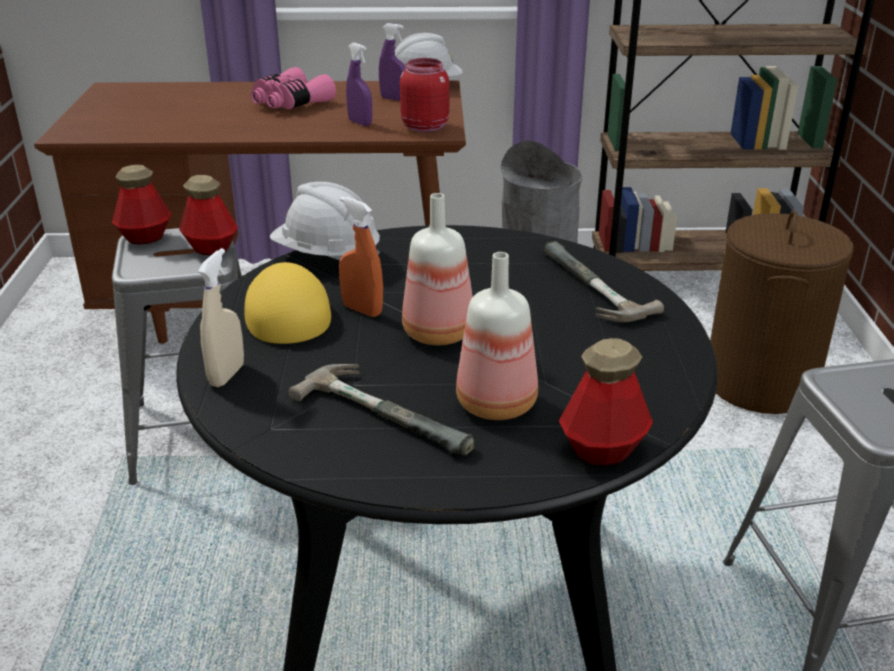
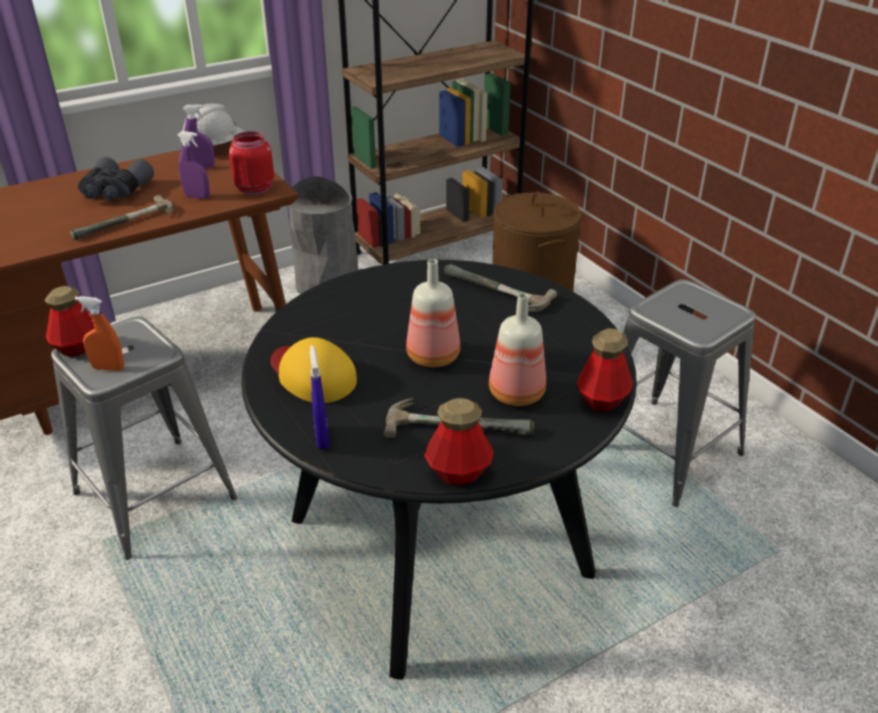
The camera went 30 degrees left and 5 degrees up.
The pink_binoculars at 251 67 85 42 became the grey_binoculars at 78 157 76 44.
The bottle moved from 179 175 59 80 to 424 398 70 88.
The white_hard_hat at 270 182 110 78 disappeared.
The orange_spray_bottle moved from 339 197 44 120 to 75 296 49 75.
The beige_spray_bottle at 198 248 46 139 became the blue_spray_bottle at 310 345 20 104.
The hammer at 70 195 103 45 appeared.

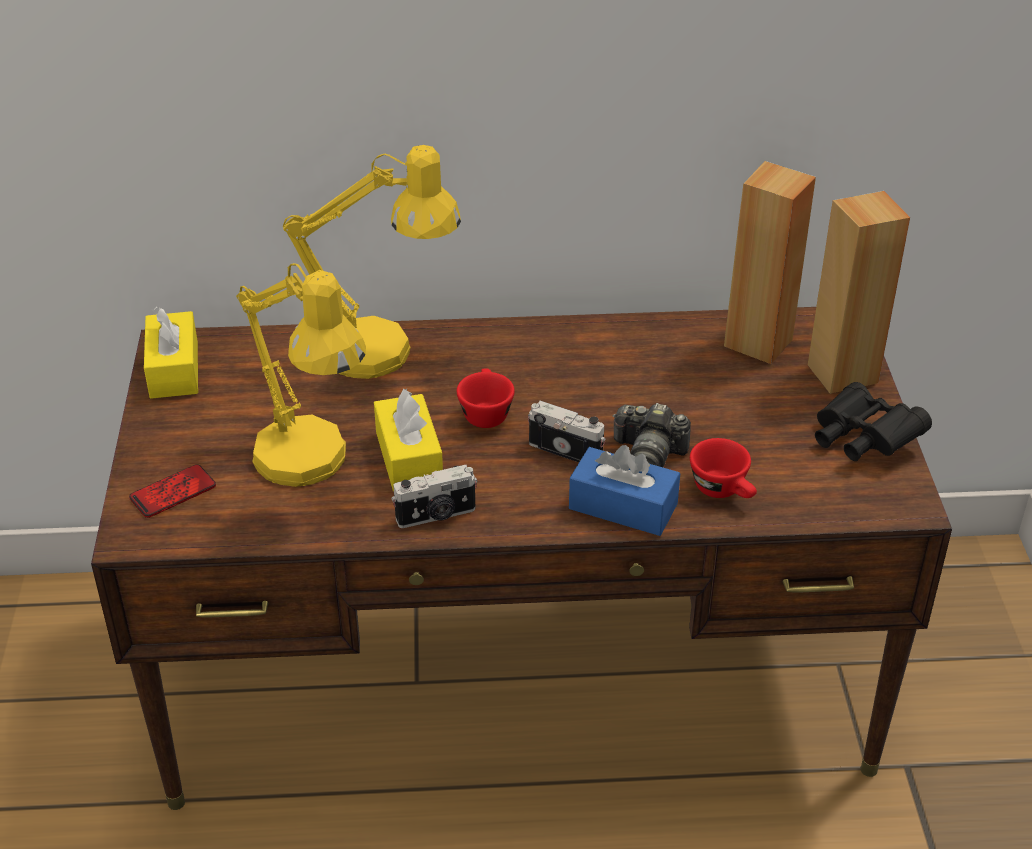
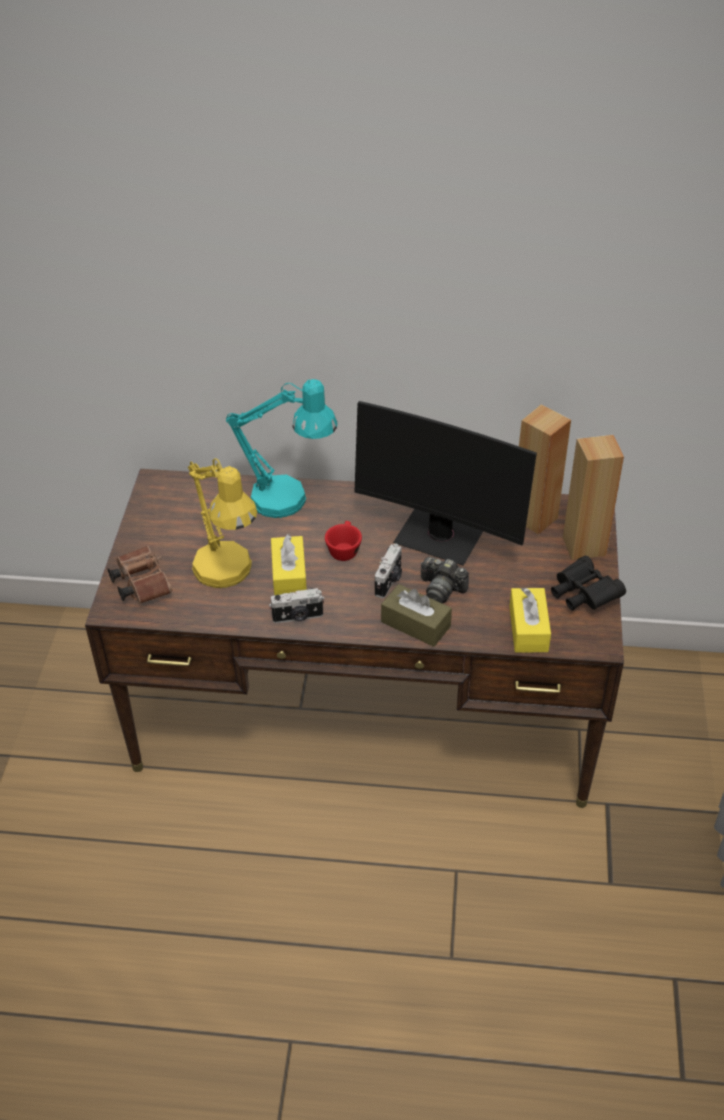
The camera went 10 degrees right and 5 degrees up.
The yellow_table_lamp at 283 145 178 234 became the turquoise_table_lamp at 226 379 111 139.
The yellow_tissue_box moved from 144 307 54 92 to 509 588 42 65.
The photo_camera at 528 401 77 61 turned 75 degrees clockwise.
The red_cup at 690 438 67 60 disappeared.
The blue_tissue_box at 569 445 111 91 became the brown_tissue_box at 381 584 71 63.
The phone at 129 464 87 54 was replaced by the brown_binoculars at 108 546 64 58.
The monitor at 354 401 183 165 appeared.

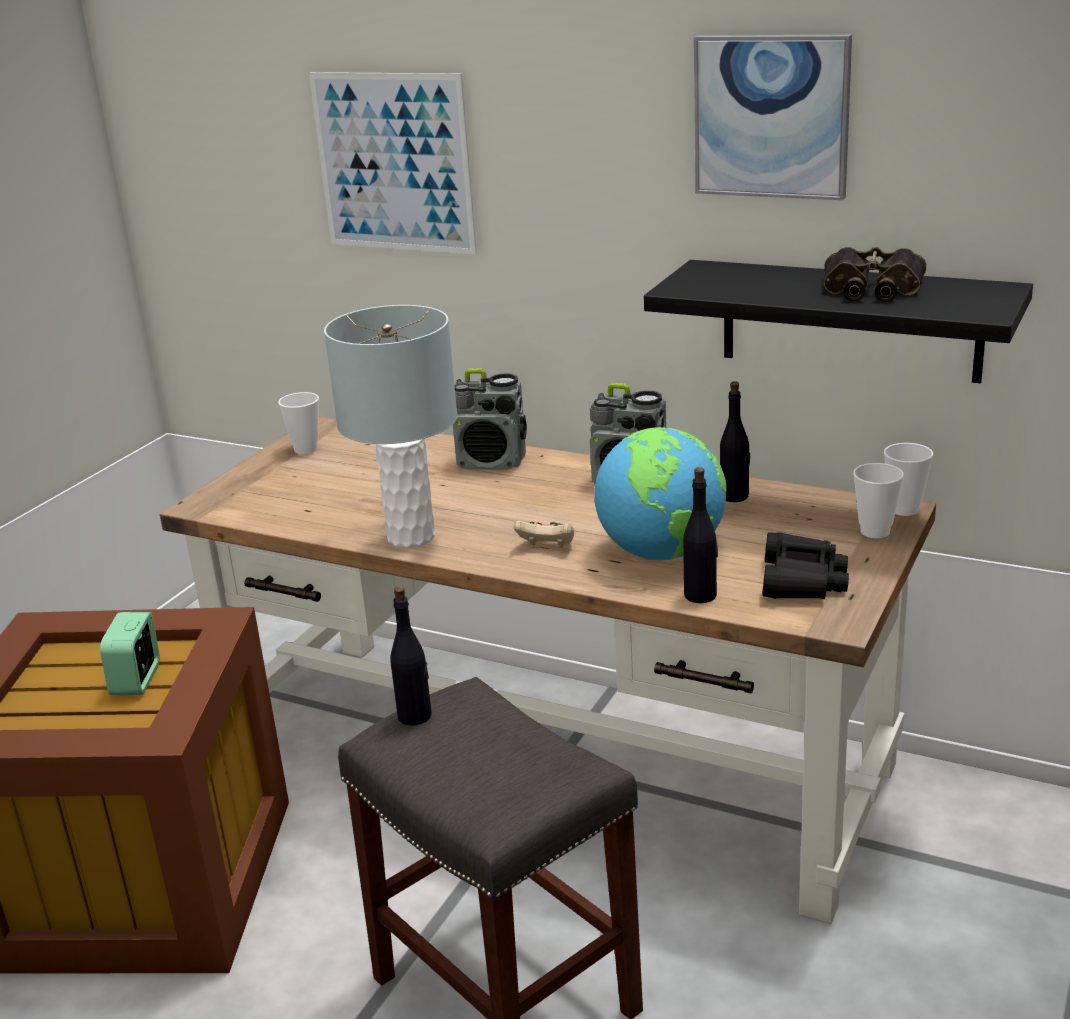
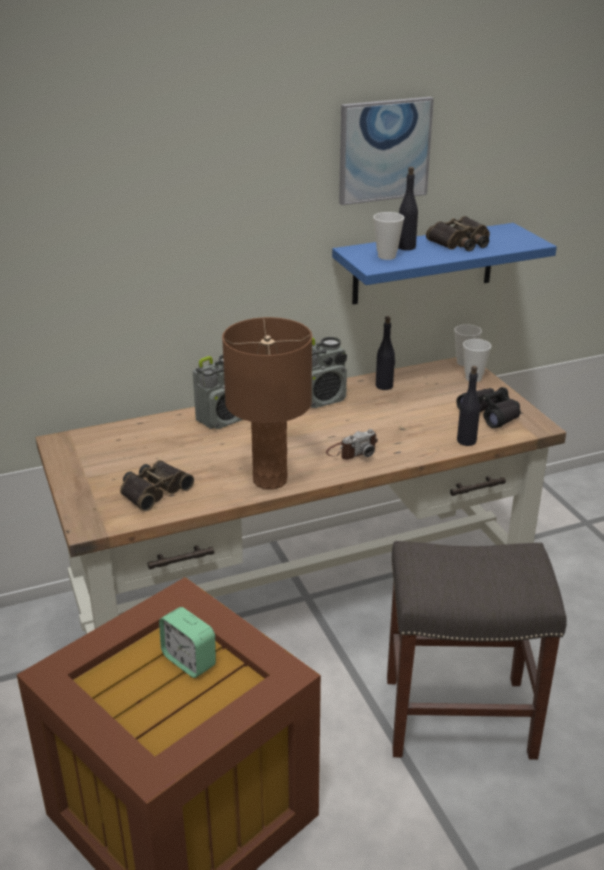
The camera went 50 degrees left and 5 degrees up.
The picture at 309 72 168 183 disappeared.
The black_shelf at 644 260 389 123 became the blue_shelf at 332 223 225 82.
The grey_table_lamp at 324 305 134 243 became the brown_table_lamp at 222 317 90 173.
The cup moved from 278 392 41 62 to 373 212 31 48.
The globe at 594 427 133 133 disappeared.
The beige_game_controller at 514 521 60 26 was replaced by the photo_camera at 326 429 52 31.
The black_bottle moved from 390 586 42 139 to 398 167 20 83.
The binoculars at 120 460 74 51 appeared.

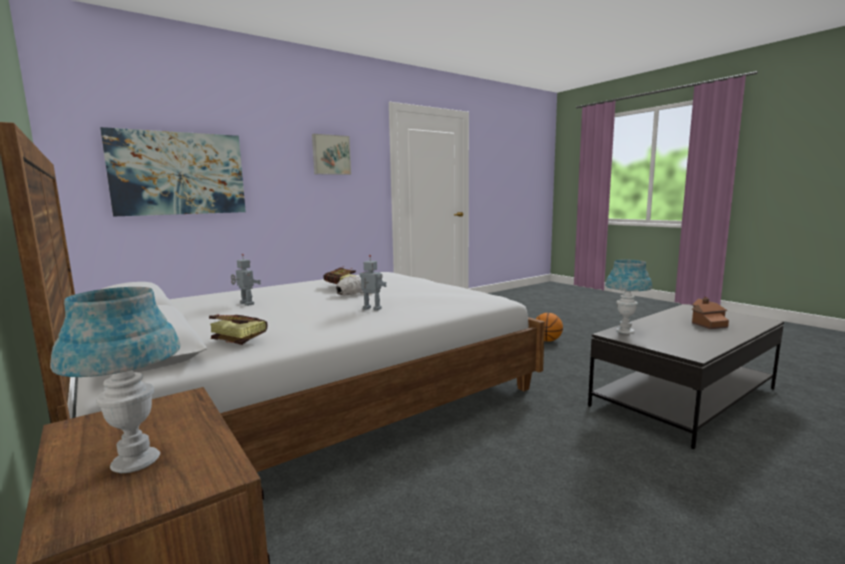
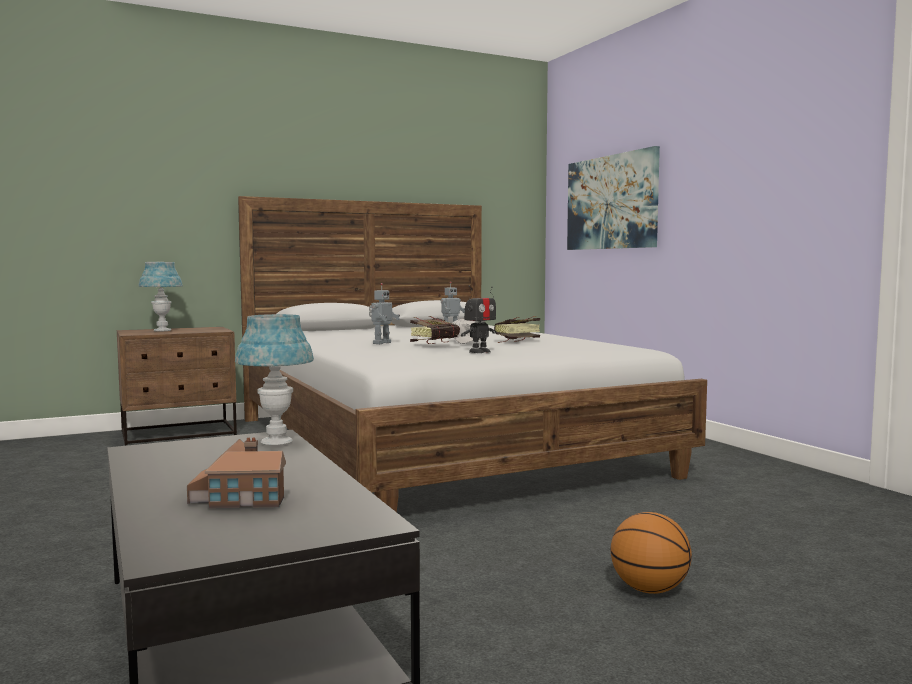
The camera went 100 degrees right and 5 degrees down.
The picture at 312 134 39 41 disappeared.
The book moved from 209 314 58 31 to 410 316 50 28.
The toy_robot at 461 286 36 67 appeared.

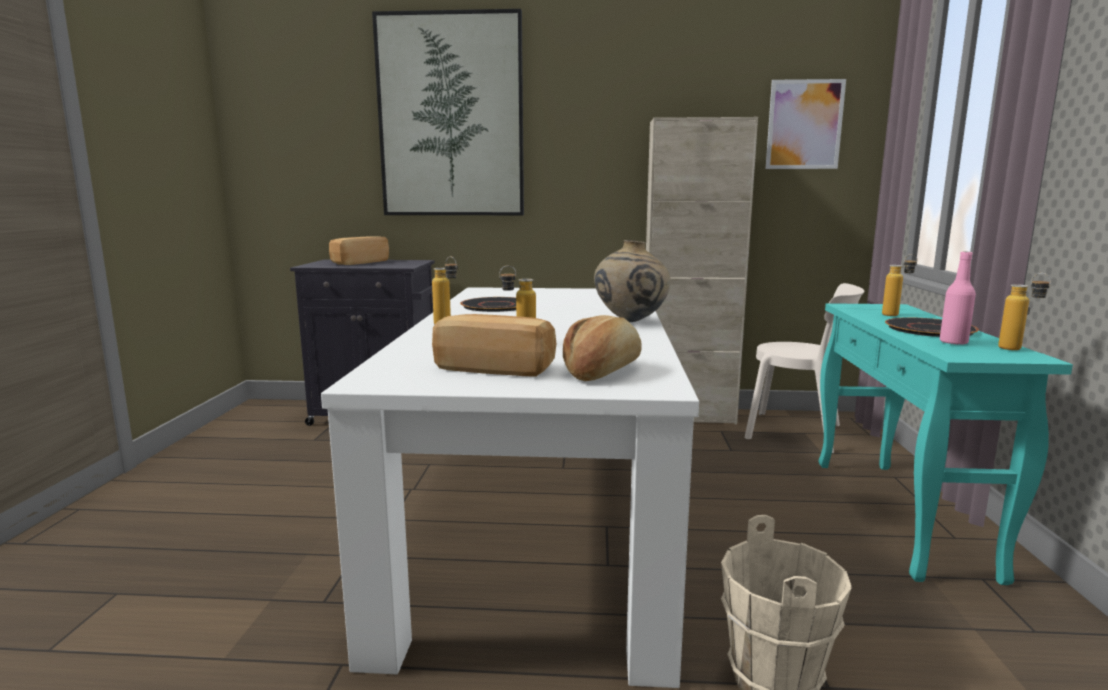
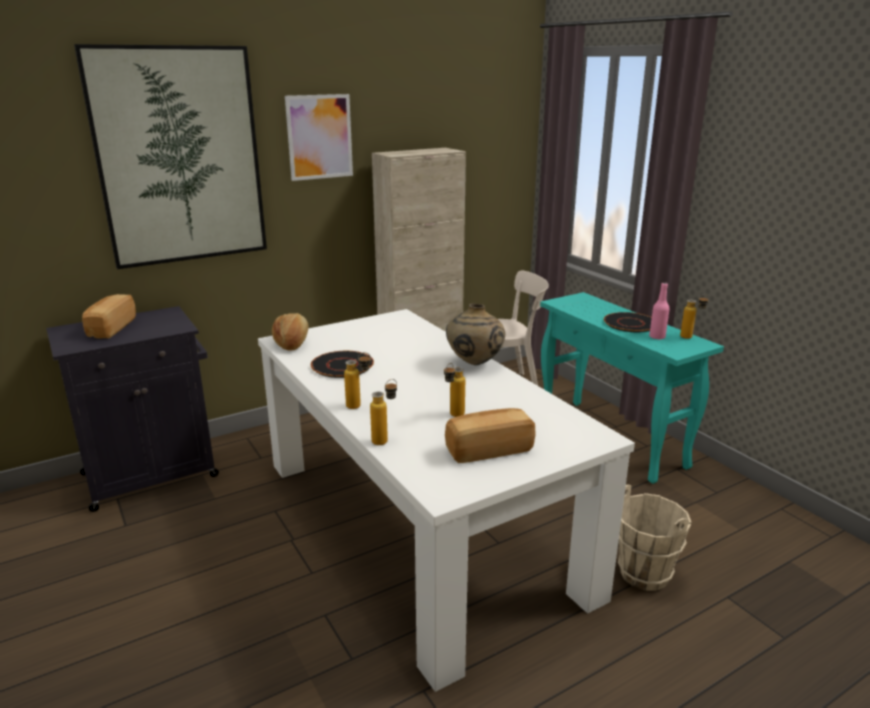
The camera went 35 degrees left and 10 degrees up.
The picture moved from 766 79 80 90 to 285 94 68 87.
The bottle moved from 882 254 35 62 to 370 379 27 66.
The bread moved from 563 315 78 66 to 272 313 37 38.

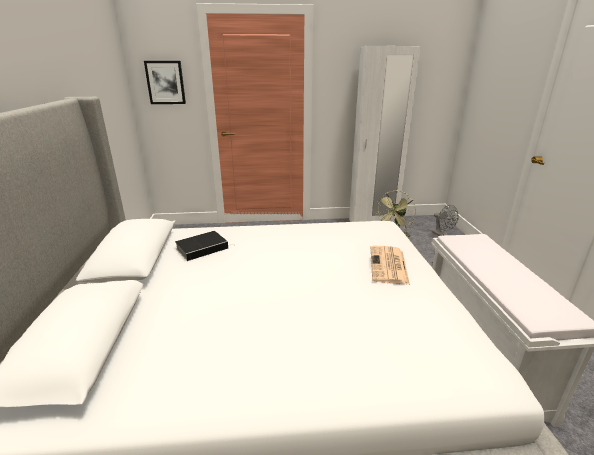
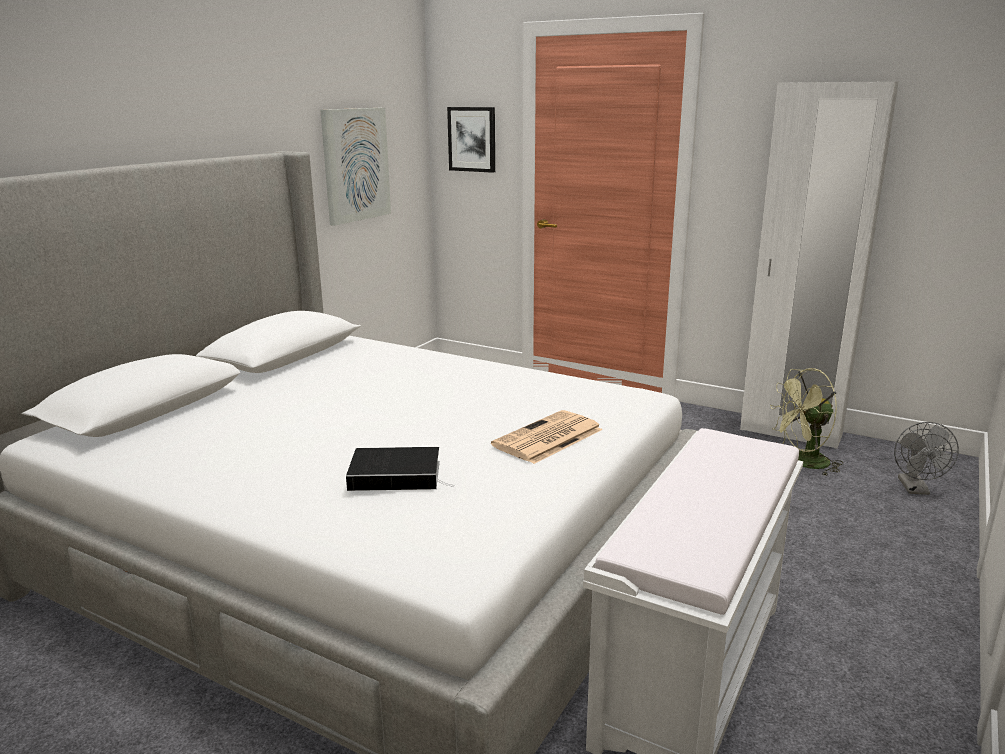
The camera went 35 degrees right and 5 degrees down.
The book moved from 175 231 54 30 to 346 447 108 44.
The picture at 320 108 71 118 appeared.

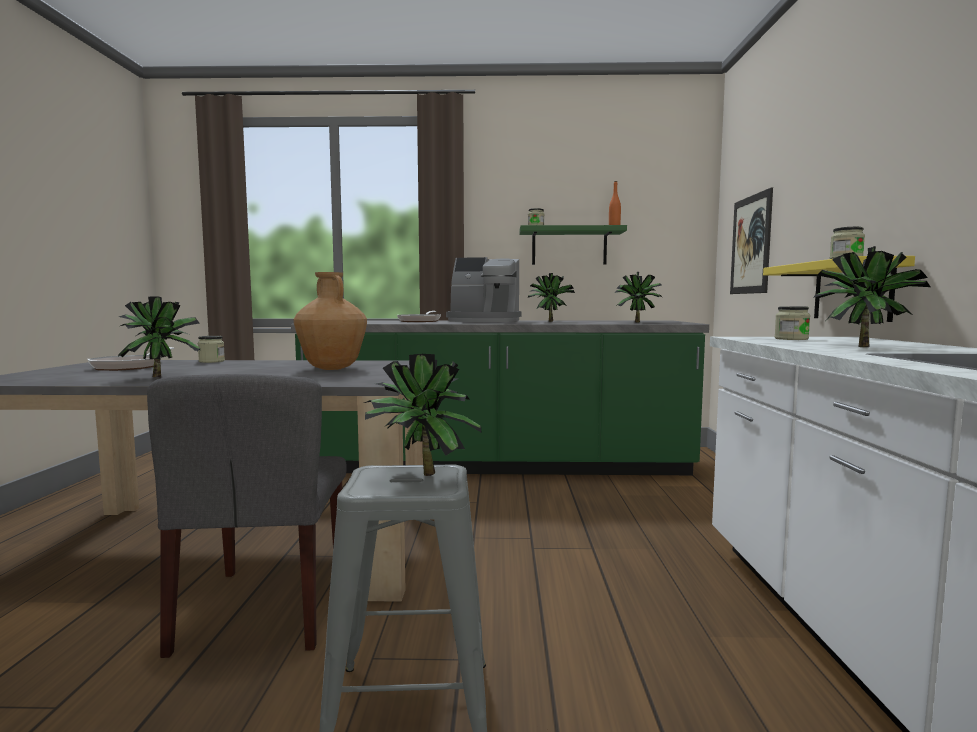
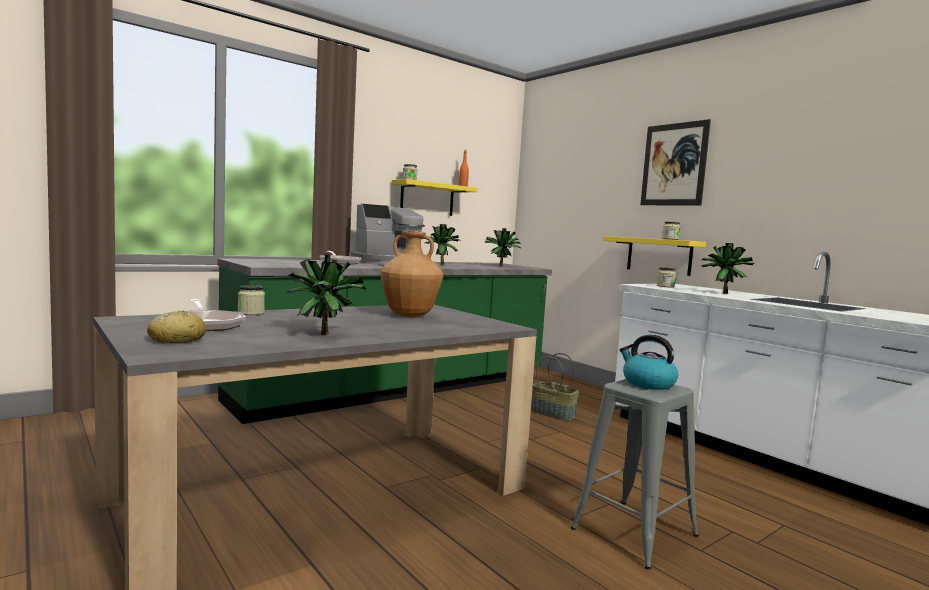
The camera went 40 degrees left and 0 degrees up.
The picture moved from 730 187 43 107 to 640 119 71 87.
The green_shelf at 519 225 108 40 became the yellow_shelf at 392 179 86 37.
The potted_plant at 364 354 117 122 was replaced by the kettle at 620 335 58 55.
The grey_chair at 147 374 200 284 disappeared.
The bread at 147 310 60 33 appeared.
The basket at 531 353 49 68 appeared.

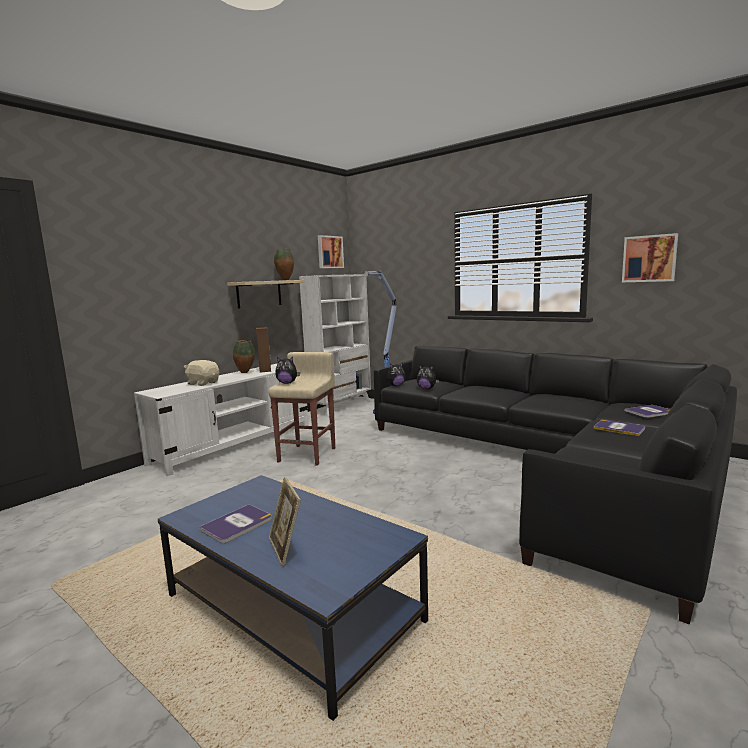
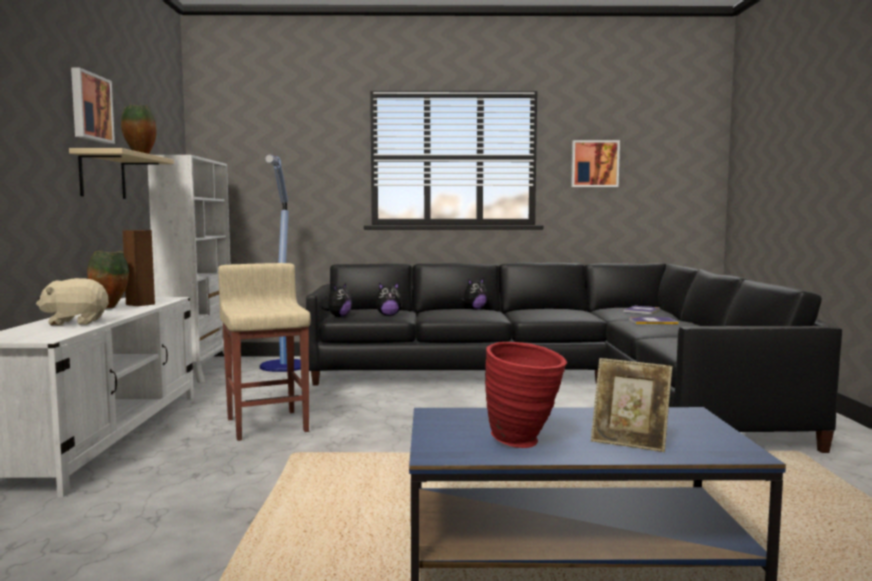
The camera went 40 degrees left and 5 degrees down.
The picture moved from 318 235 26 33 to 71 67 44 77.
The plush_toy moved from 275 357 25 27 to 461 278 26 32.
The book at 199 504 73 39 was replaced by the red_vase at 485 342 82 106.

